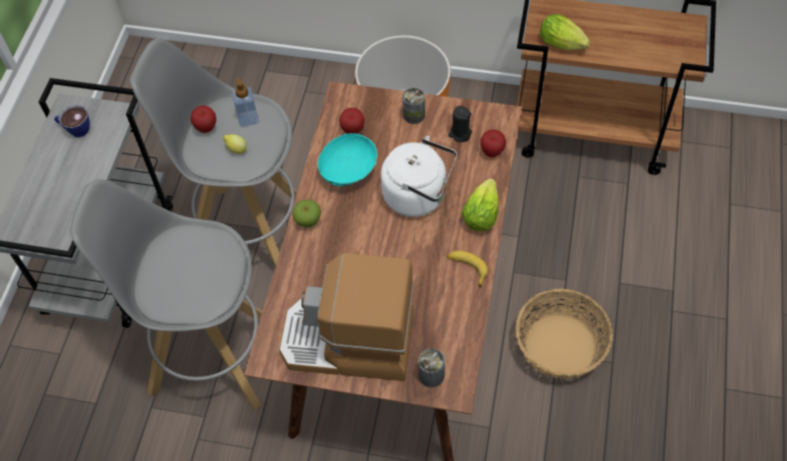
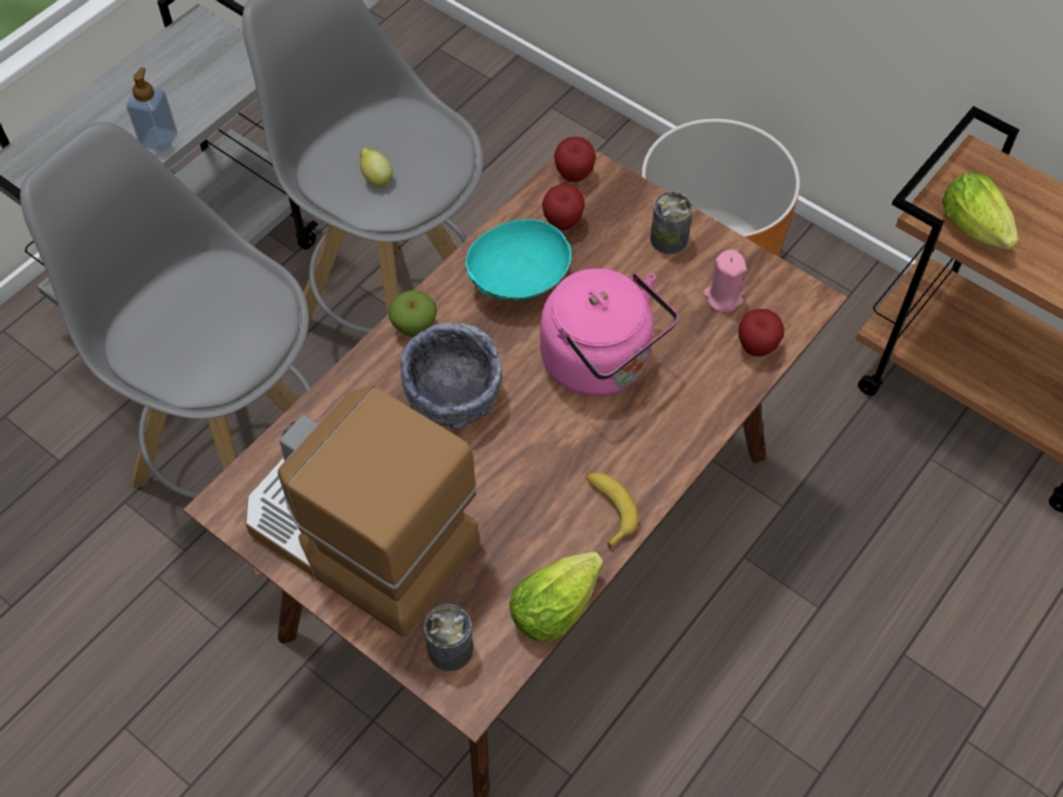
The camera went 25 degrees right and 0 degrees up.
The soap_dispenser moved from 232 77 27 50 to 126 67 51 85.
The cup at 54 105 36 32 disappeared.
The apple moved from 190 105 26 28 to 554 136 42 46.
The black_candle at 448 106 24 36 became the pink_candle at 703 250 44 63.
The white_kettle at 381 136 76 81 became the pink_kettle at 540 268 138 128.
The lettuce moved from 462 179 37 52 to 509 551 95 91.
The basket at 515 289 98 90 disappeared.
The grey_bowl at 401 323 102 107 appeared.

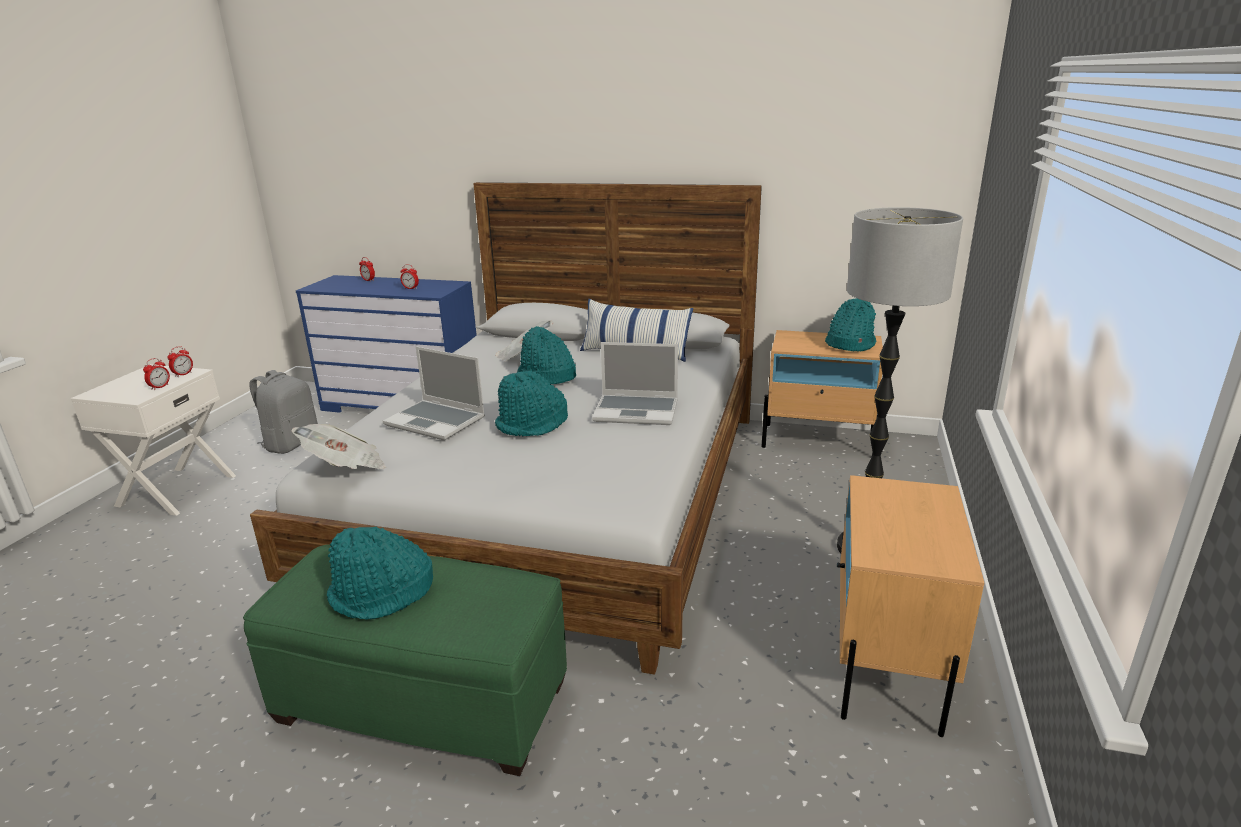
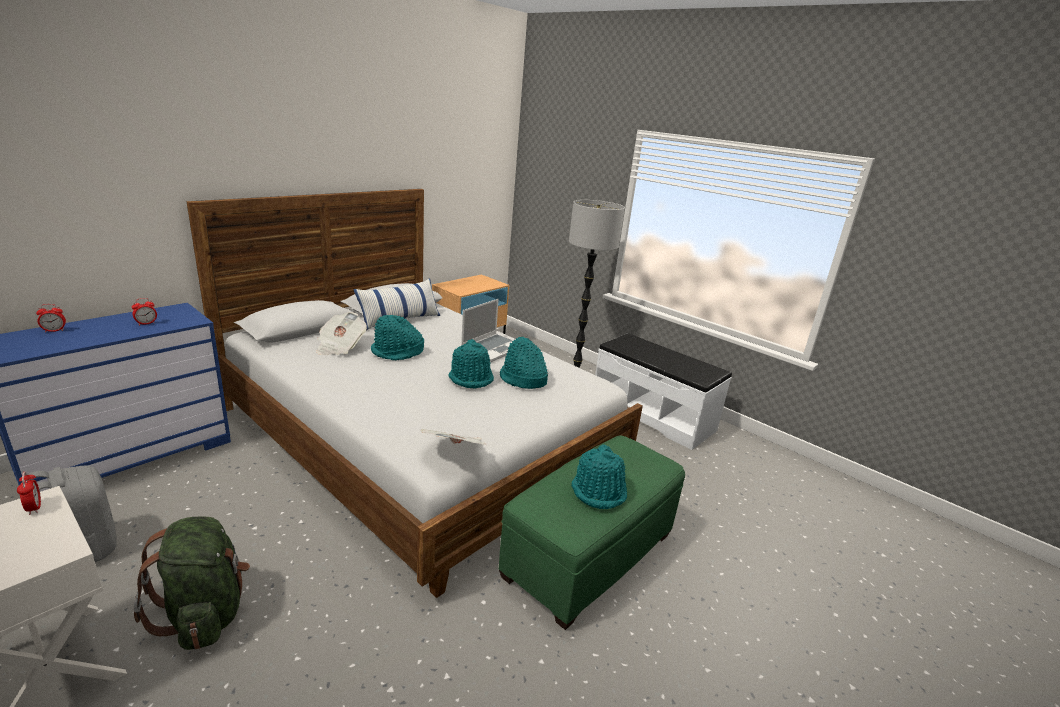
The camera went 65 degrees left and 0 degrees up.
The turquoise_hat moved from 825 299 51 52 to 500 337 48 52.
The laptop at 383 346 102 94 disappeared.
The alarm_clock at 143 358 27 32 disappeared.
The beige_nightstand at 837 475 147 262 was replaced by the white_bench at 595 333 137 117.
The green_backpack at 134 516 116 134 appeared.

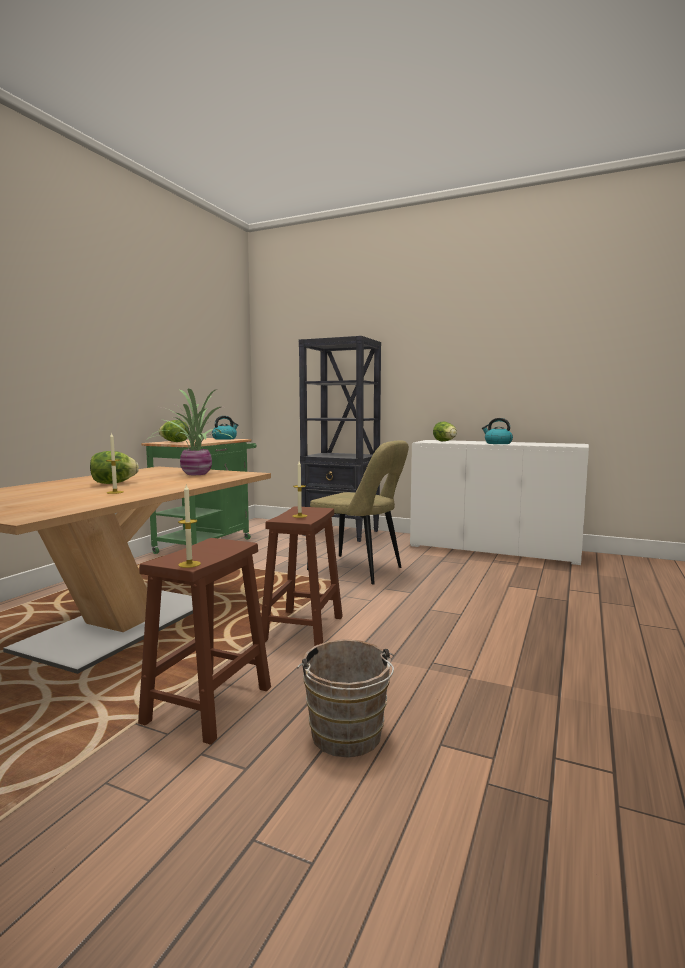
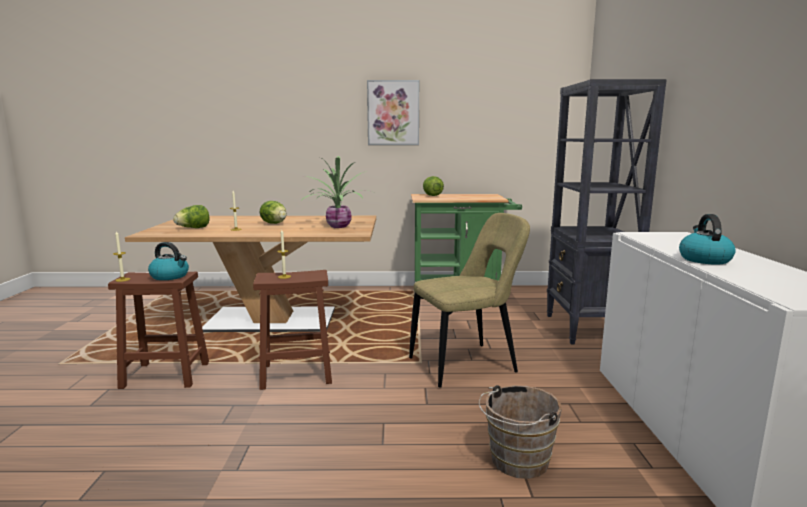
The camera went 65 degrees right and 5 degrees up.
The kettle moved from 212 416 26 24 to 148 242 41 38.
The lettuce moved from 433 422 24 20 to 173 205 36 23.
The beige_chair at 307 440 102 145 turned 120 degrees counterclockwise.
The brown_bucket moved from 297 639 97 118 to 478 385 84 94.
The picture at 367 80 52 65 appeared.

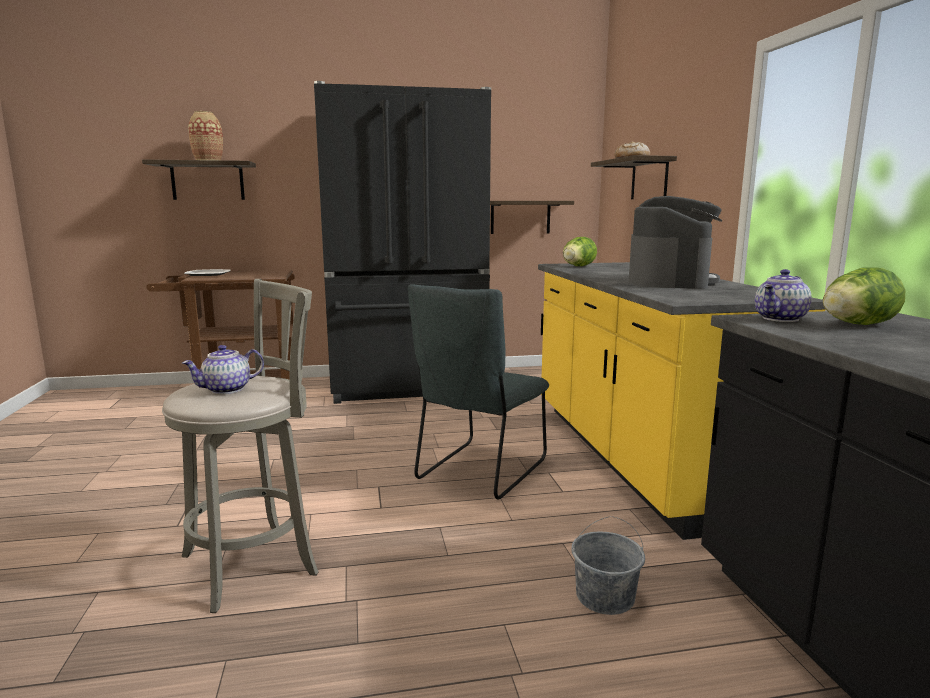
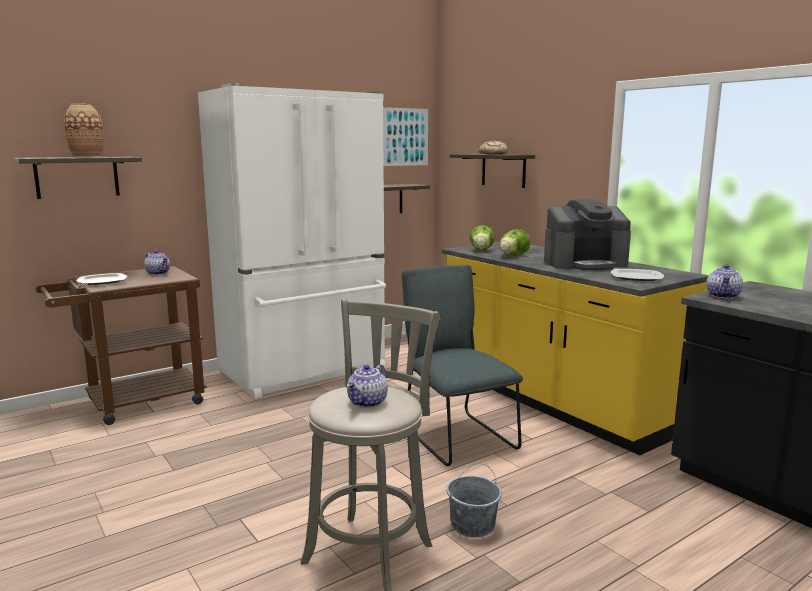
The camera went 25 degrees left and 0 degrees up.
The black_fridge at 314 81 177 323 became the white_fridge at 198 83 188 316.
The coffee_machine at 629 196 93 93 turned 90 degrees clockwise.
The lettuce moved from 823 267 82 58 to 500 229 31 26.
The grey_chair at 408 284 141 216 turned 150 degrees clockwise.
The grey_bucket moved from 572 516 73 99 to 446 463 56 74.
The picture at 383 107 45 59 appeared.
The teapot at 144 250 26 25 appeared.
The plate at 610 269 54 12 appeared.

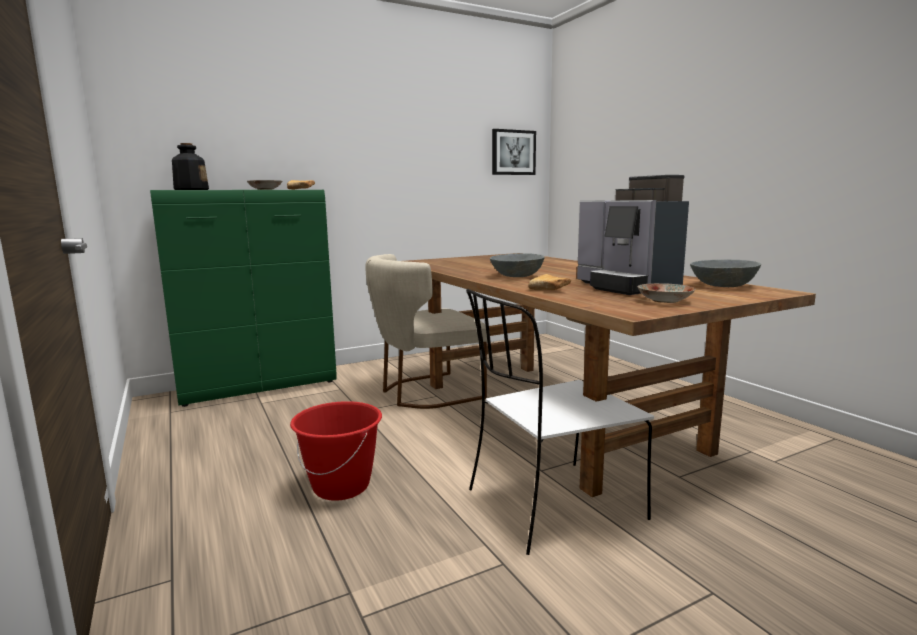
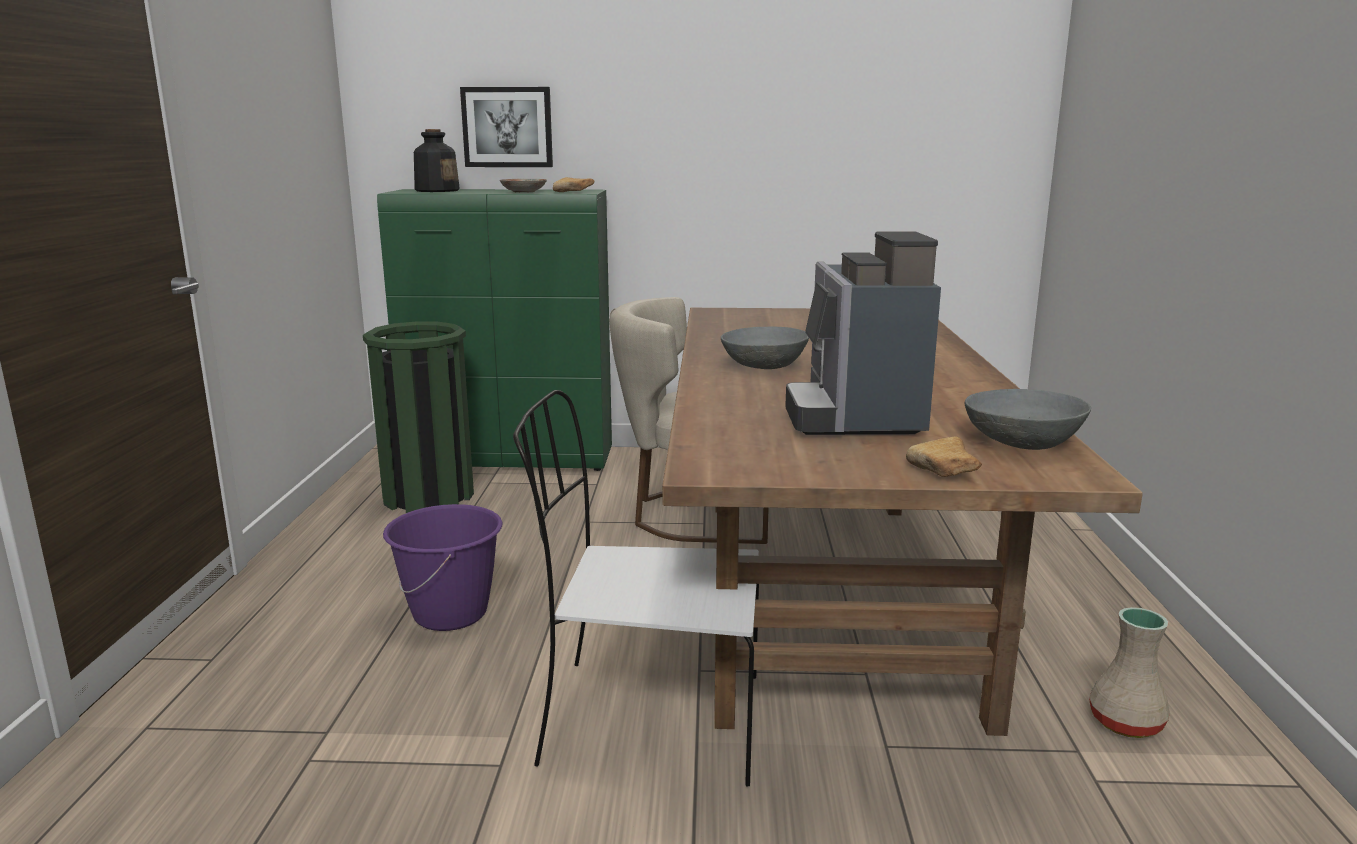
The camera went 30 degrees right and 5 degrees up.
The picture moved from 492 129 44 46 to 460 87 93 80.
The bread moved from 528 274 43 16 to 906 437 76 40.
The plate at 637 283 59 20 disappeared.
The red_bucket at 290 401 92 100 became the purple_bucket at 383 504 120 127.
The green_trash_can at 363 321 111 192 appeared.
The beige_vase at 1089 607 81 131 appeared.

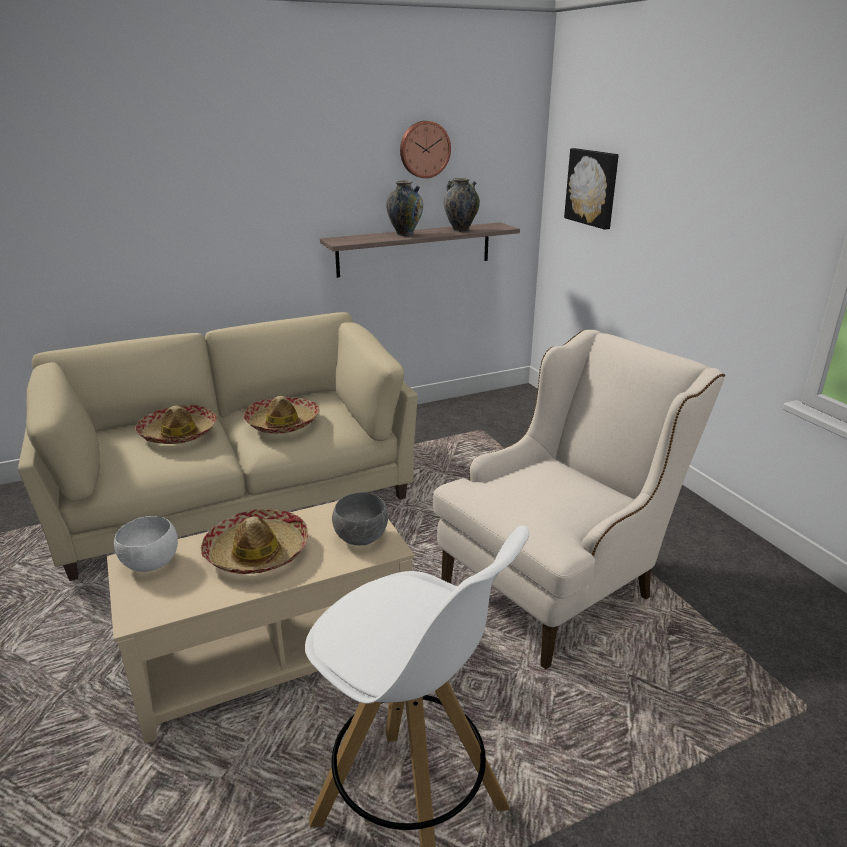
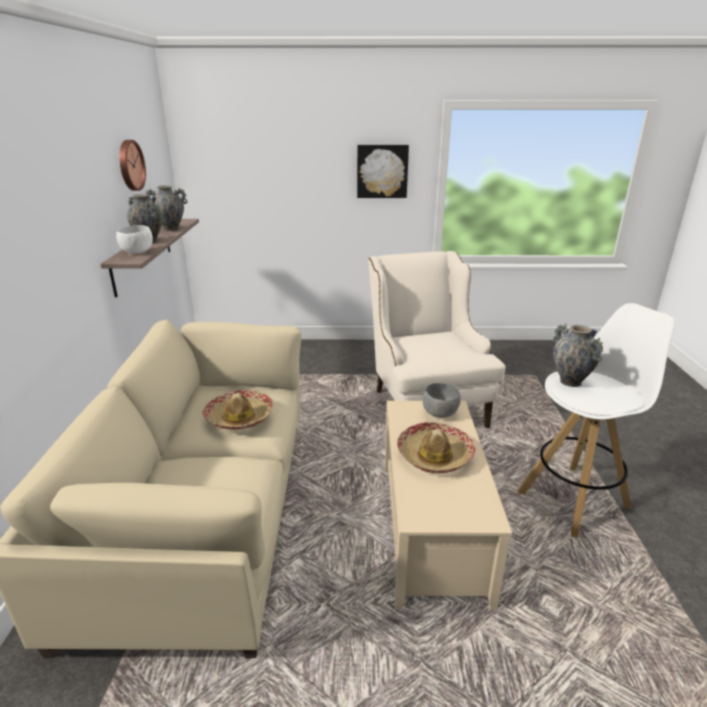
The camera went 65 degrees left and 0 degrees up.
The picture moved from 564 148 55 82 to 357 145 52 53.
The hat at 135 405 82 39 disappeared.
The white_bowl moved from 114 516 64 56 to 116 225 37 29.
The vase at 553 324 50 63 appeared.

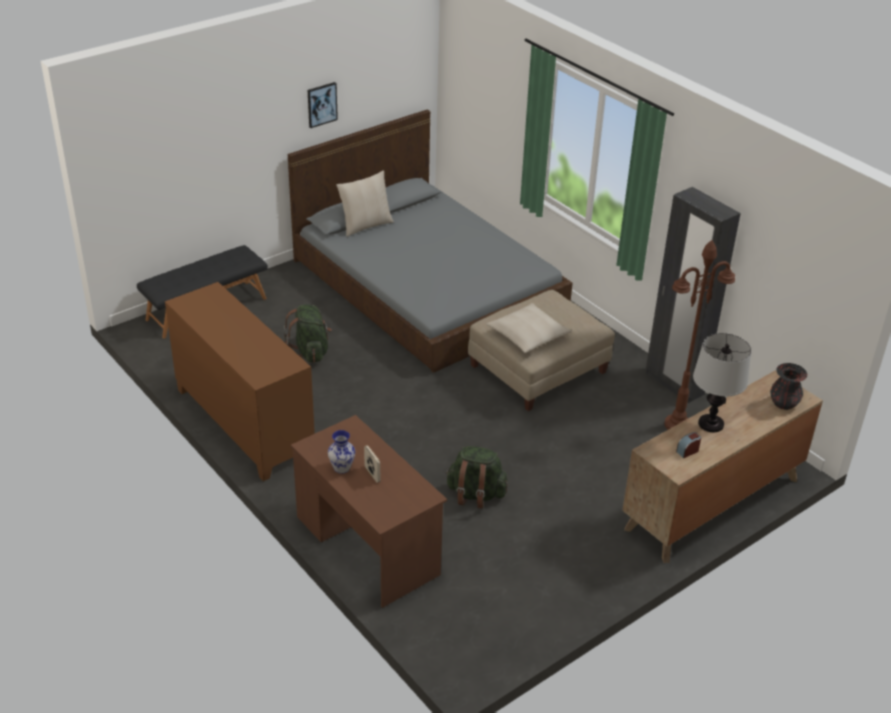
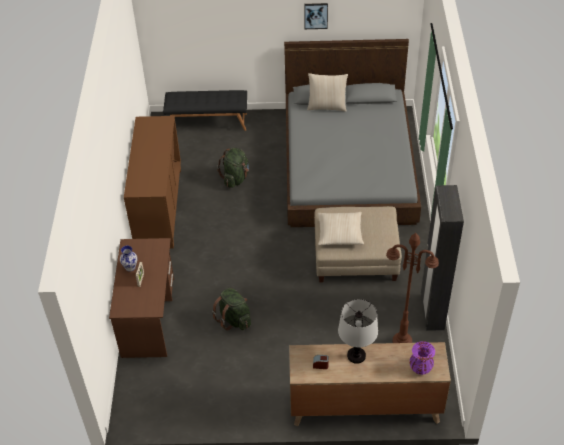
The camera went 40 degrees right and 10 degrees up.
The black_vase at 770 363 37 47 became the purple_vase at 410 341 25 34.

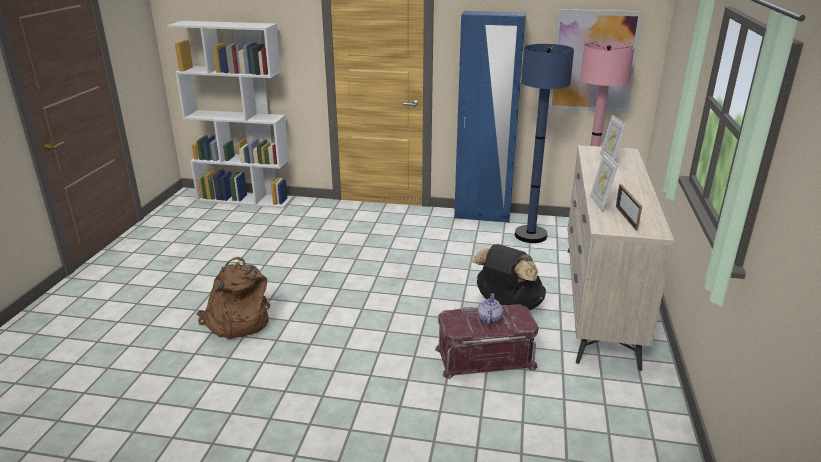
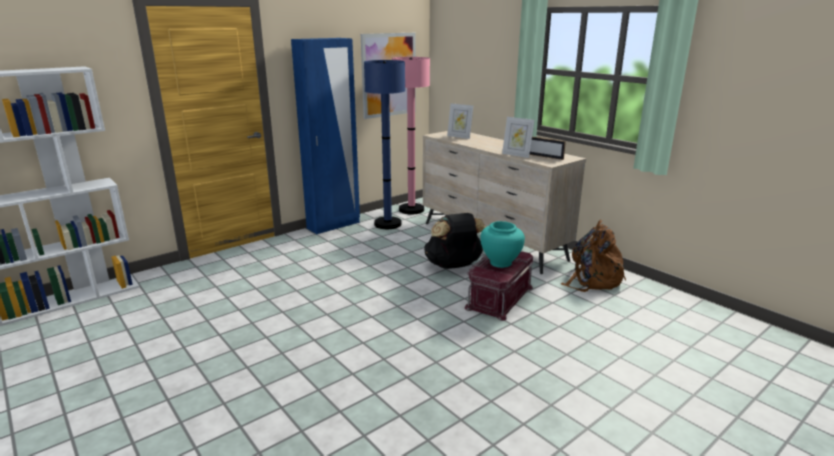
The camera went 50 degrees left and 5 degrees down.
The brown_backpack moved from 197 257 73 82 to 561 219 65 73.
The teapot at 478 294 25 31 was replaced by the turquoise_vase at 480 221 45 47.

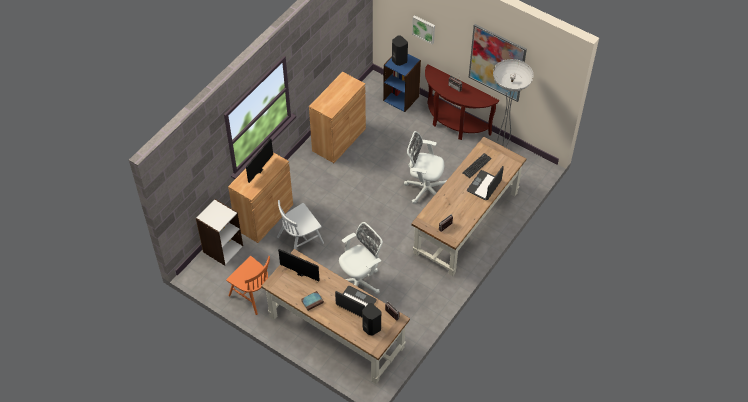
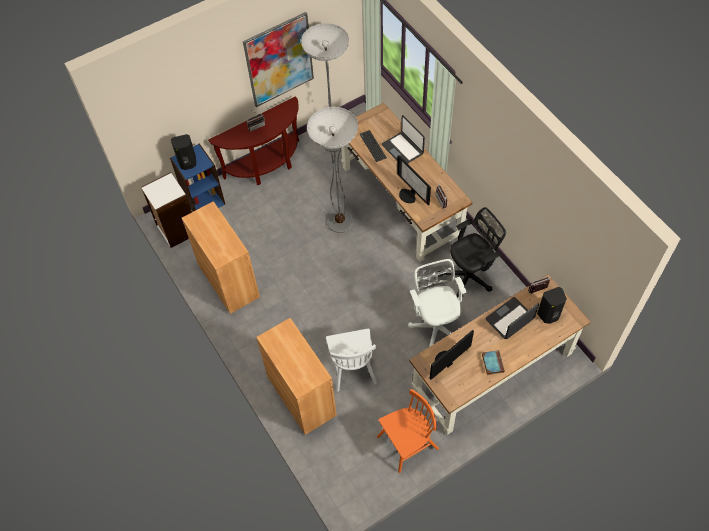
The camera went 65 degrees left and 5 degrees up.
The picture at 412 15 23 30 disappeared.
The white_office_chair at 404 131 43 73 was replaced by the floor_lamp at 307 107 51 126.
The monitor moved from 246 138 27 45 to 397 155 34 50.
The white_bookcase moved from 196 199 47 67 to 141 172 51 76.
The black_office_chair at 442 207 64 91 appeared.

